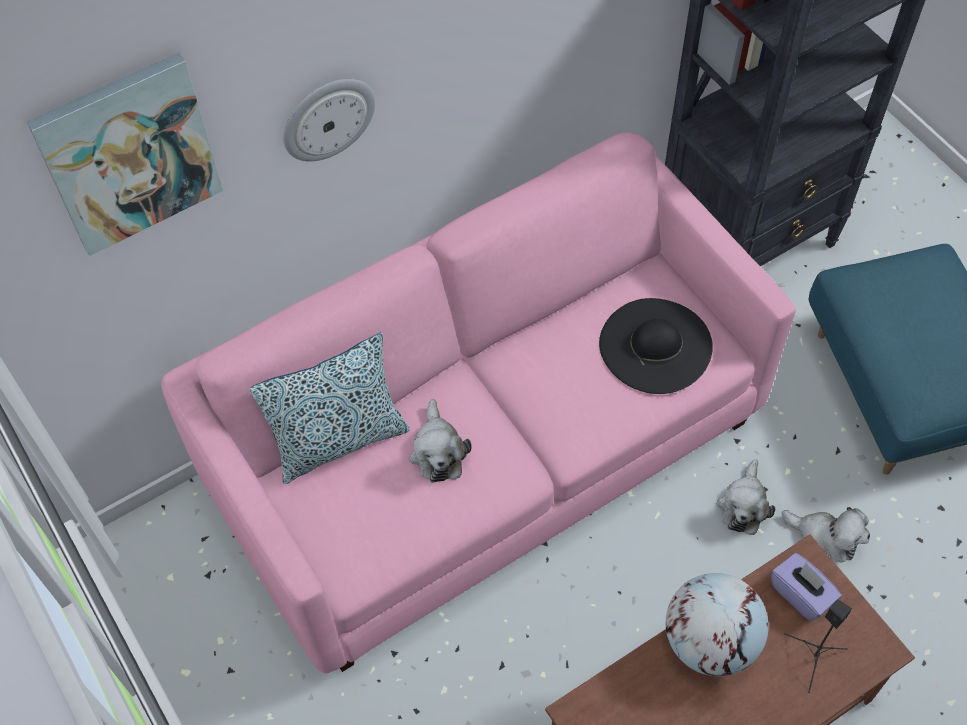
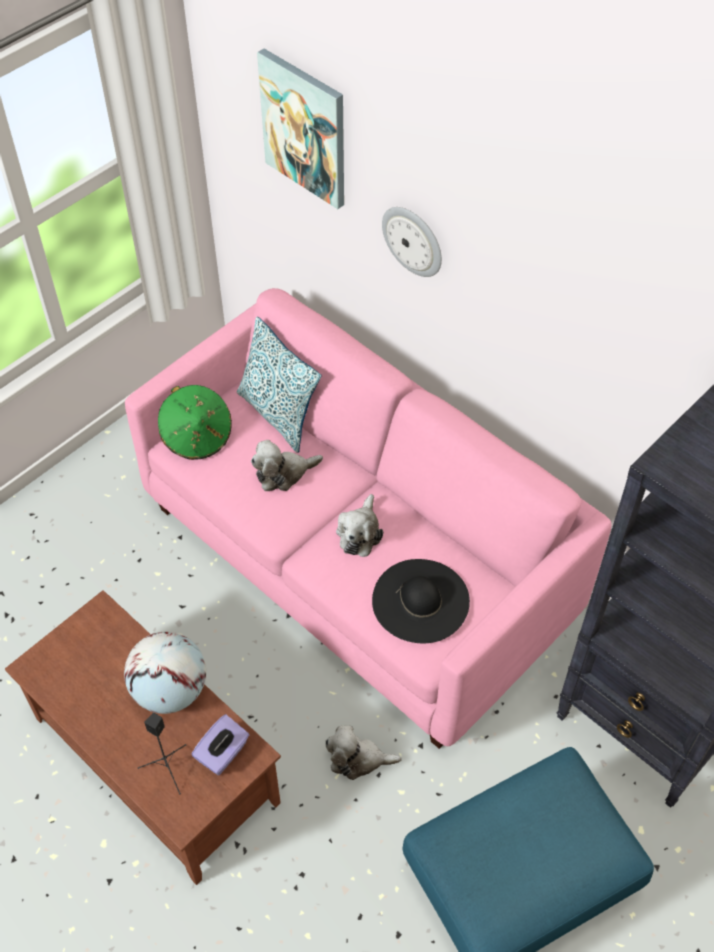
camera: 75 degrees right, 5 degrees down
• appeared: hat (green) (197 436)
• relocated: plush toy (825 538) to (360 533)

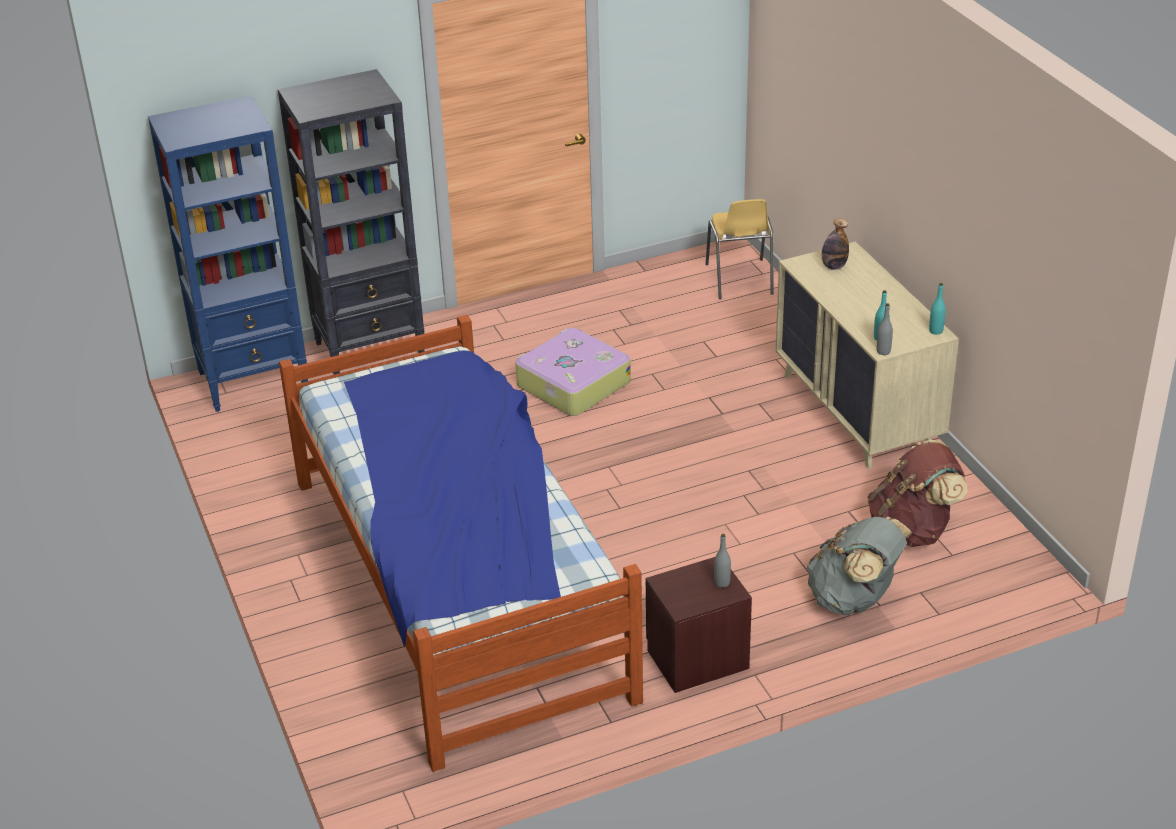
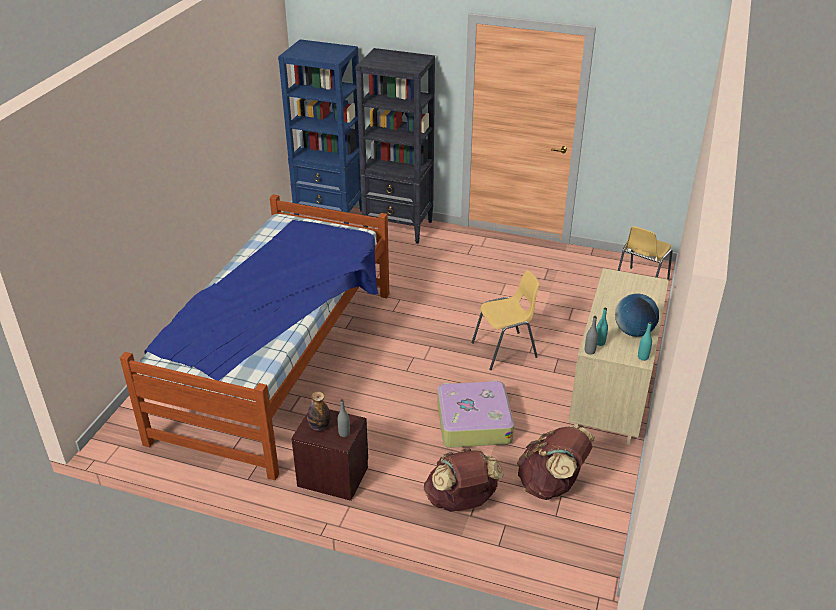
camera: 40 degrees right, 0 degrees up
• appeared: chair (yellow) (505 350)
• appeared: globe (633 332)
• relocated: suitcase (572 384) to (473 422)
• relocated: bottle (833 266) to (319 426)
• colour: backpack (grey) (854 599) to backpack (brown) (461 502)

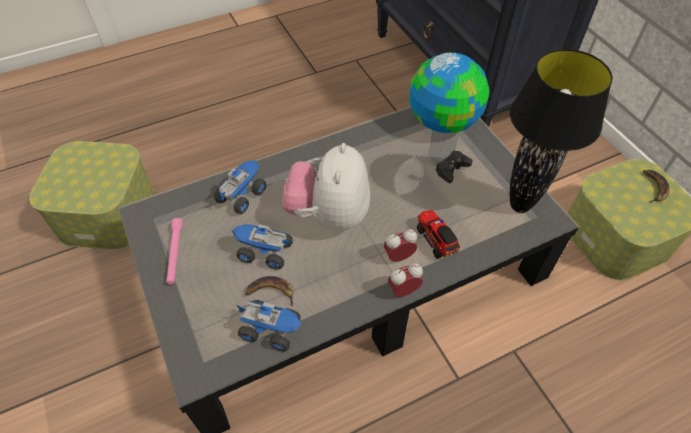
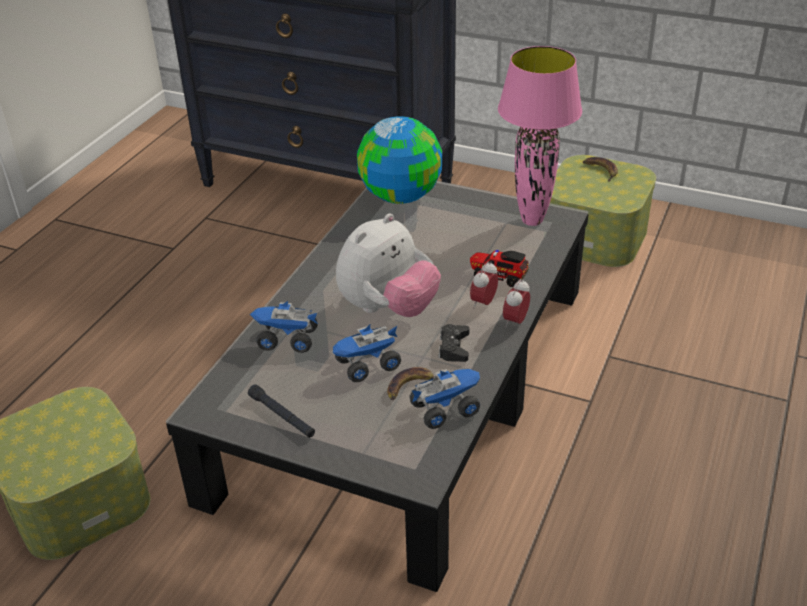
camera: 40 degrees left, 15 degrees down
• relocated: game controller (black) (452 169) to (454 348)
• colour: flashlight (pink) (175 254) to flashlight (black) (282 416)
• colour: table lamp (black) (519 205) to table lamp (pink) (531 220)
• spun: toy truck (241 195) = (287 340) 75 degrees counterclockwise
• spun: plush toy (329 214) = (388 308) 105 degrees counterclockwise

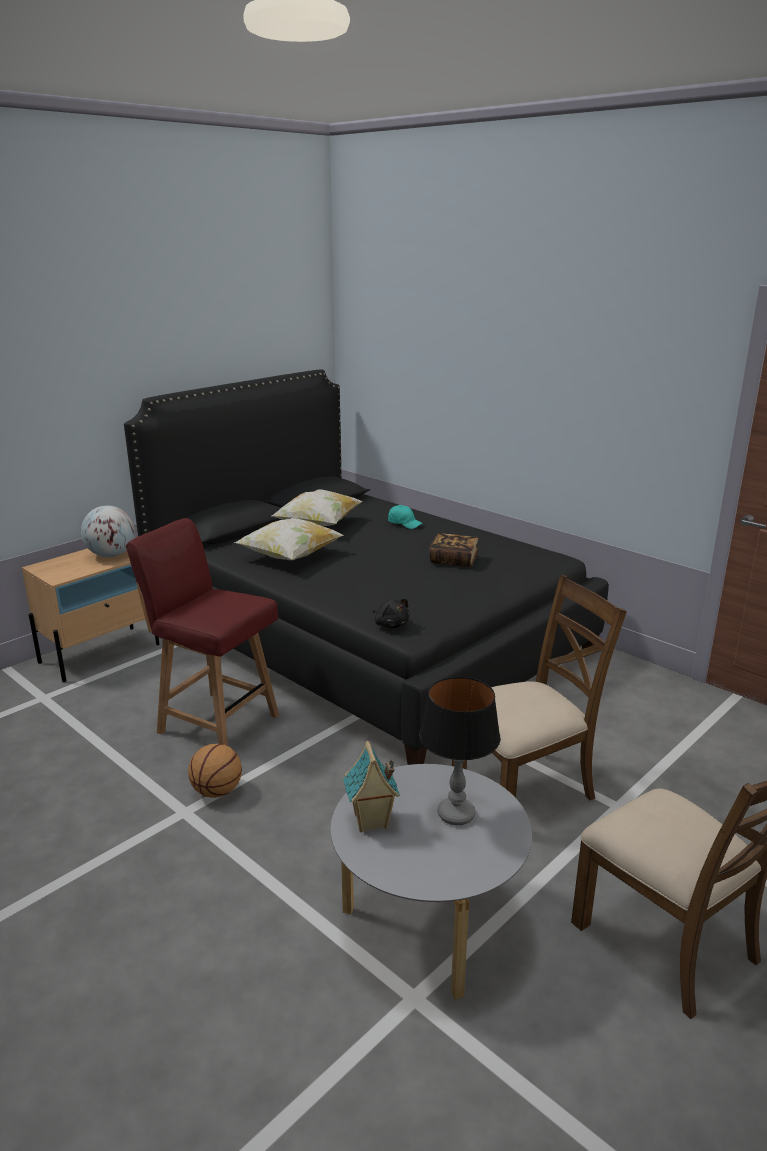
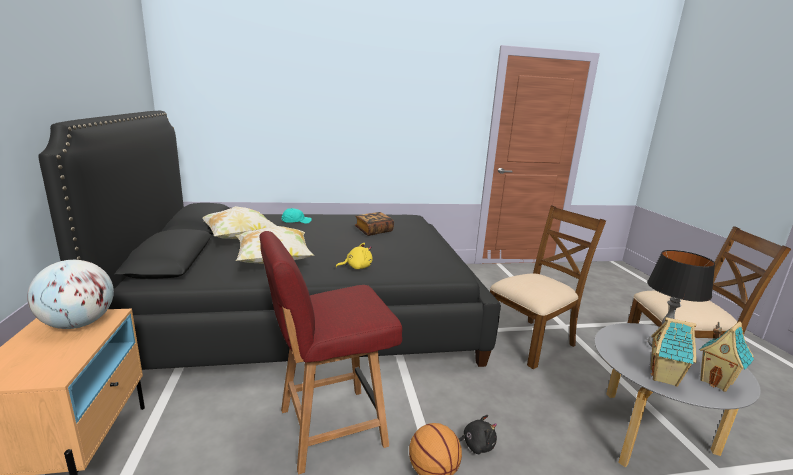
camera: 55 degrees left, 5 degrees down
• appeared: plush toy (yellow) (357 267)
• appeared: toy house (717 382)
• relocated: plush toy (black) (391 625) to (475 445)
• spun: chair (brown) (525 788) = (531 341) 45 degrees clockwise

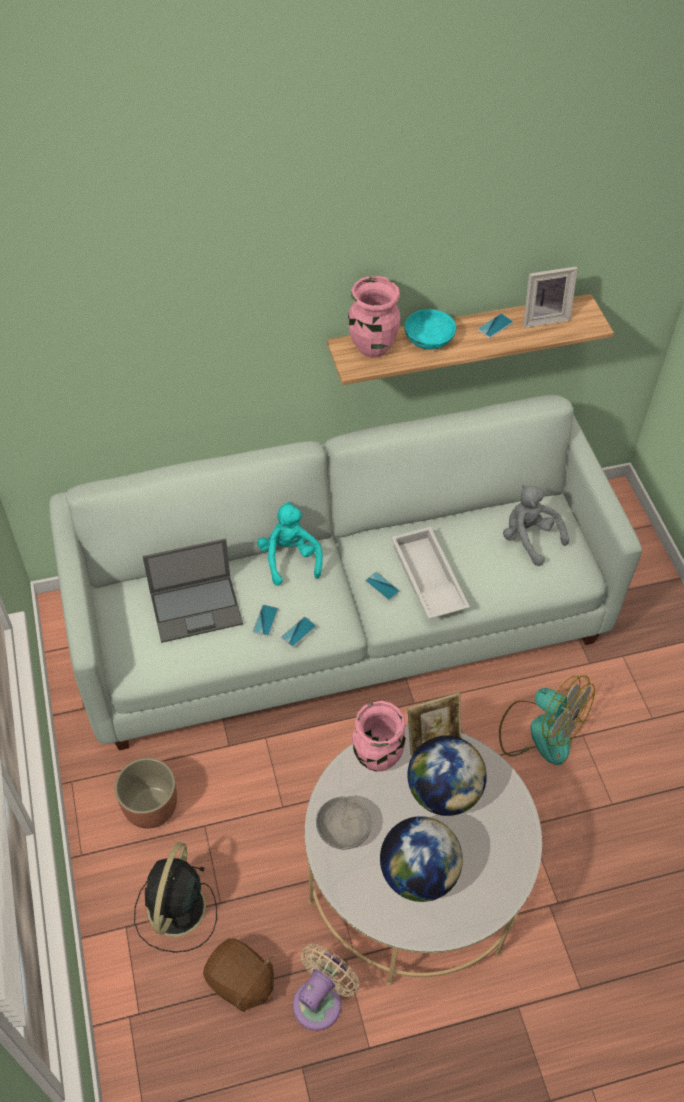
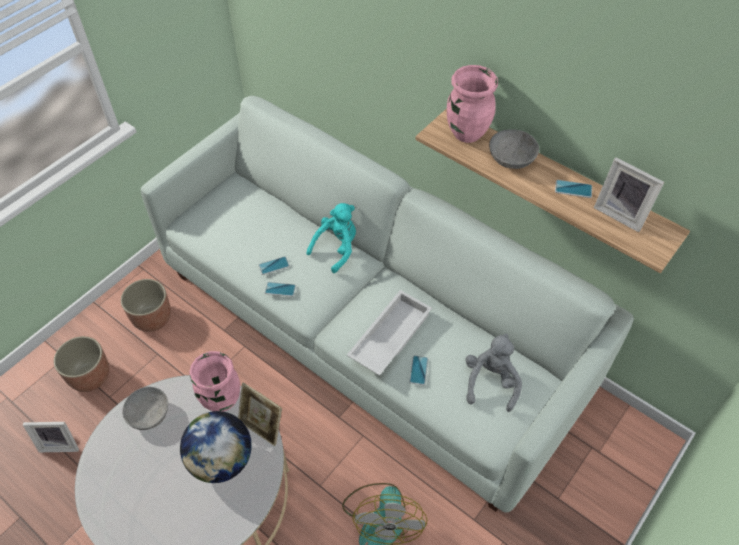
camera: 55 degrees right, 0 degrees up
• missing: laptop (197 608)
• missing: fan (beige) (320 1000)
• missing: globe (418 873)
• relocated: phone (382 586) to (418 370)
• exchanged: fan (black) (175 910) to planter (90 376)
• exchanged: plush toy (brown) (240 982) to picture frame (60 443)
• colour: bowl (turquoise) (428 339) to bowl (grey) (511 158)

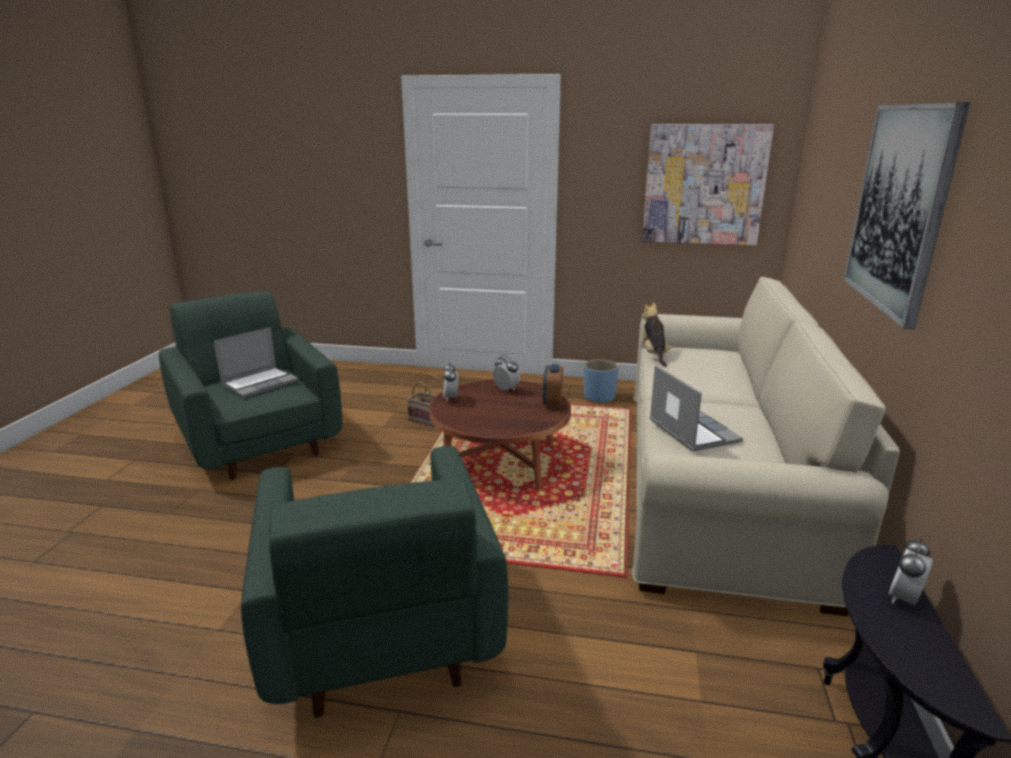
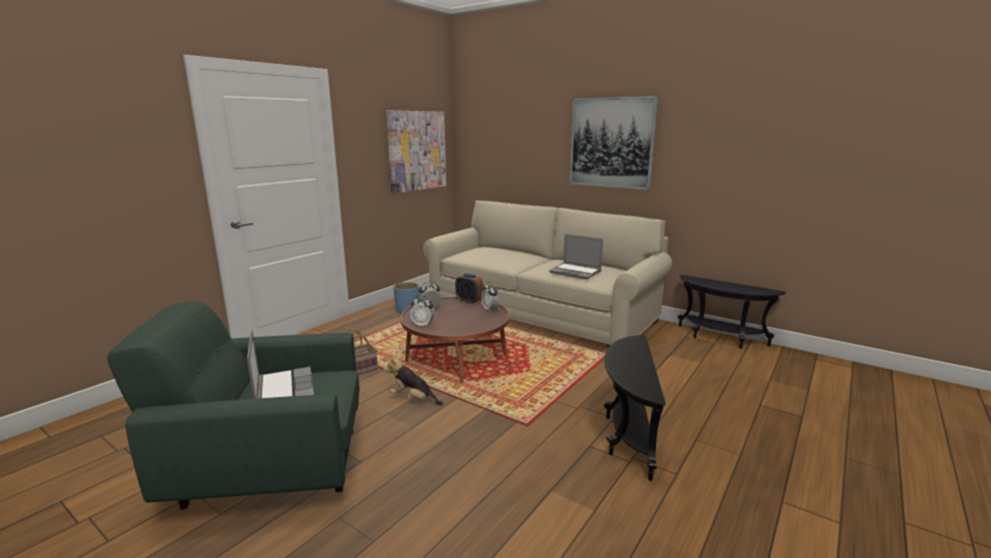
camera: 65 degrees left, 5 degrees down
• relocated: plush toy (654 355) to (413 399)
• relocated: alarm clock (904 599) to (490 309)
• exchanged: armchair (green) (379 634) to side table (black) (627 436)
• spun: laptop (691 431) = (576 272) 150 degrees counterclockwise

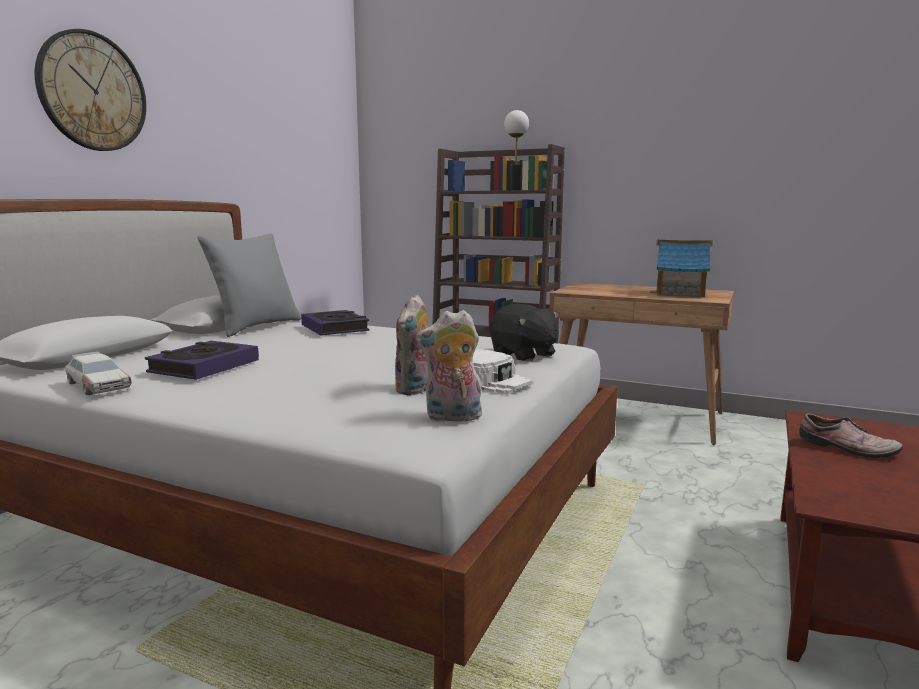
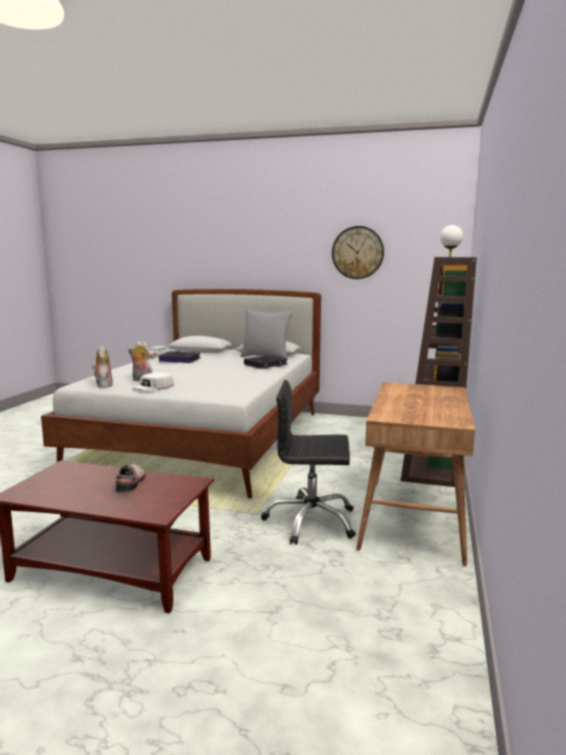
camera: 80 degrees right, 0 degrees up
• missing: plush toy (black) (523 355)
• missing: toy house (680 293)
• appeared: office chair (black) (311 521)
• relocated: wall clock (92 92) to (357 252)
• spun: shoe (847 449) = (131 482) 150 degrees clockwise

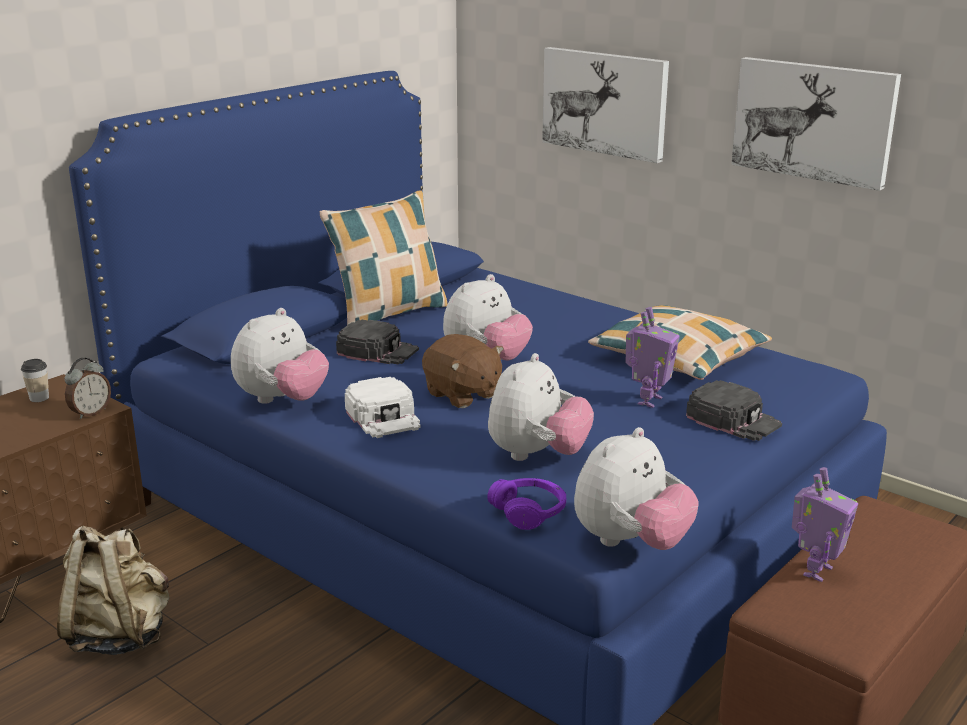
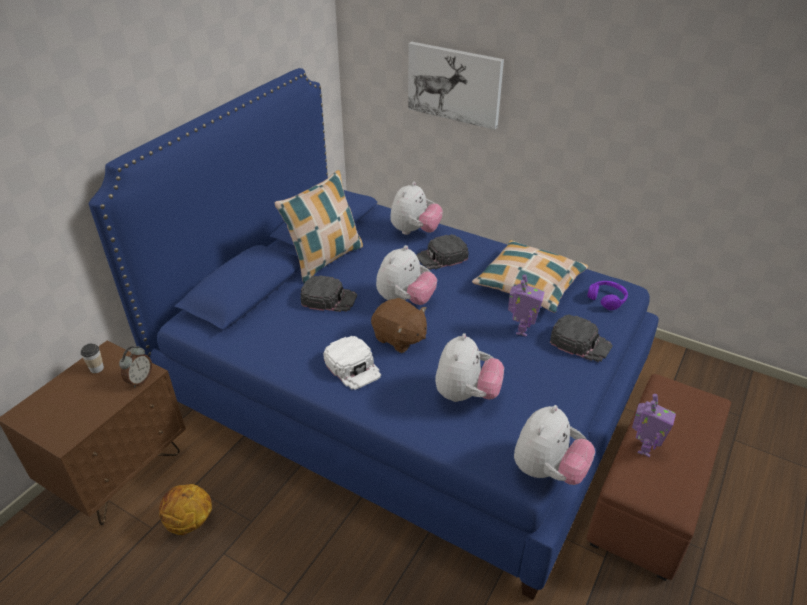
camera: 10 degrees left, 15 degrees up
• missing: picture (813 121)
• appeared: cap (black) (442 257)
• relocated: plush toy (282 400) to (415 231)
• relocated: headphones (purple) (529 512) to (606 299)
• exchanged: backpack (beige) (119 635) to basketball (189 522)

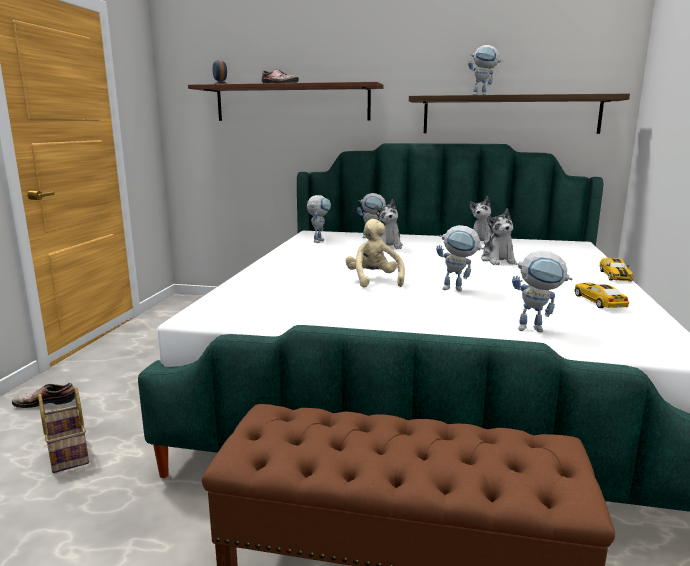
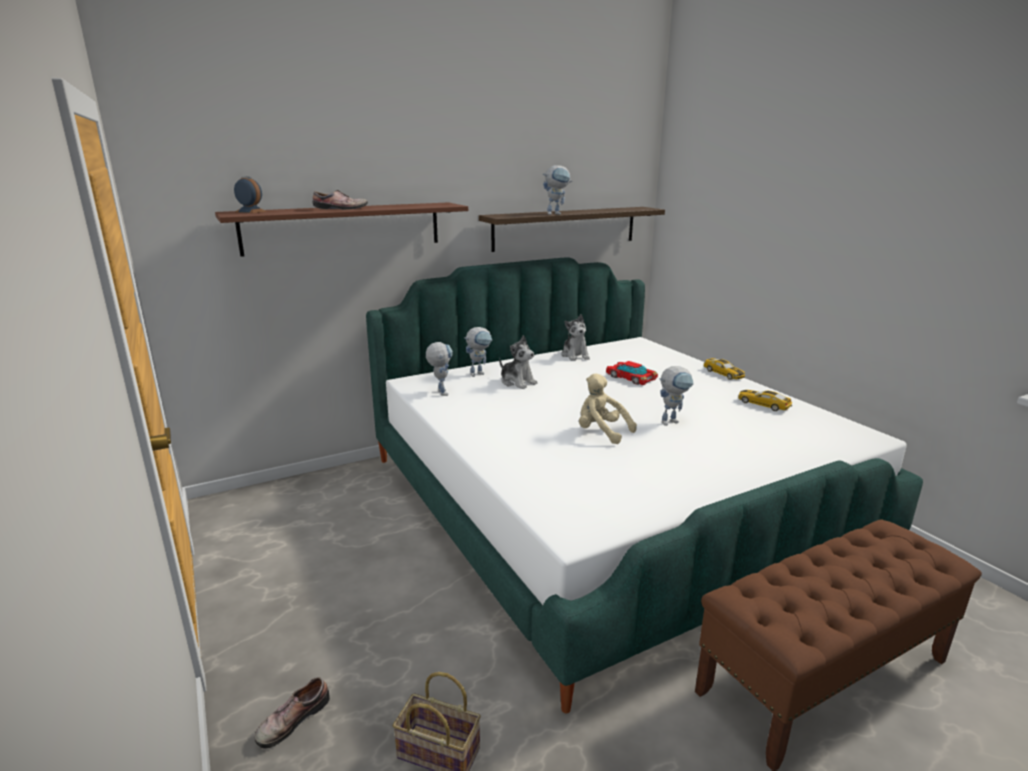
camera: 40 degrees left, 5 degrees up
• missing: toy robot (537 329)
• exchanged: plush toy (498 260) to toy car (631 377)

